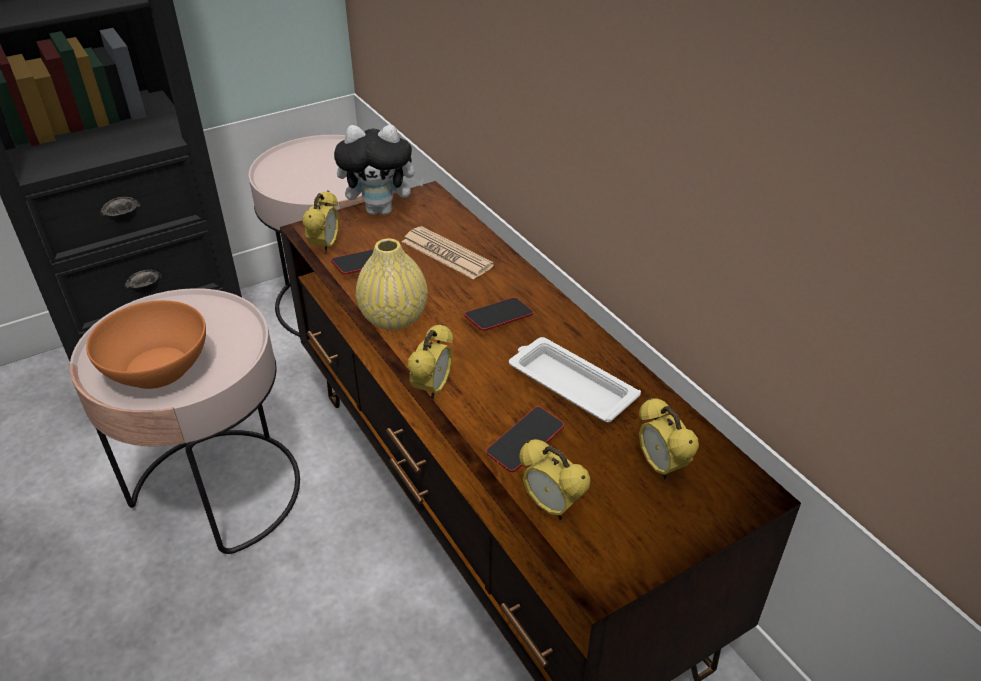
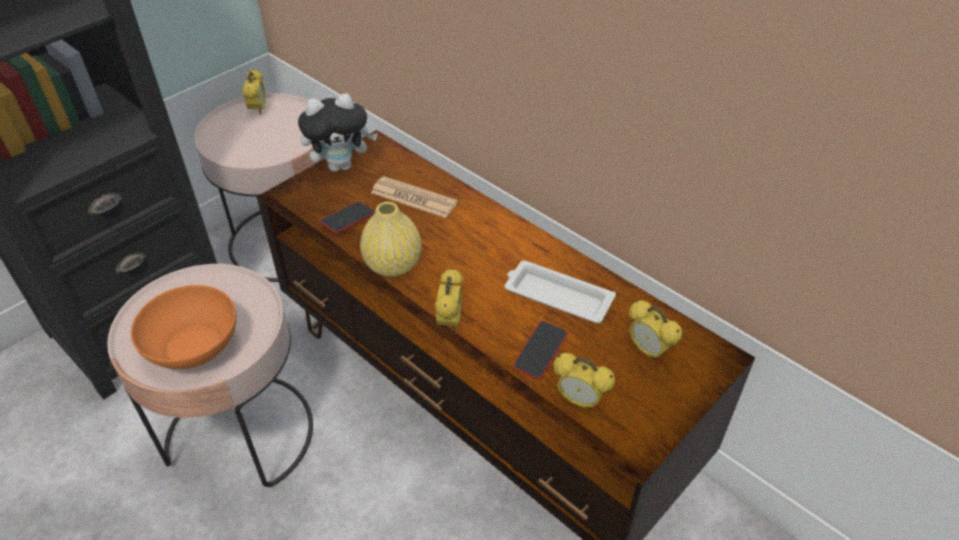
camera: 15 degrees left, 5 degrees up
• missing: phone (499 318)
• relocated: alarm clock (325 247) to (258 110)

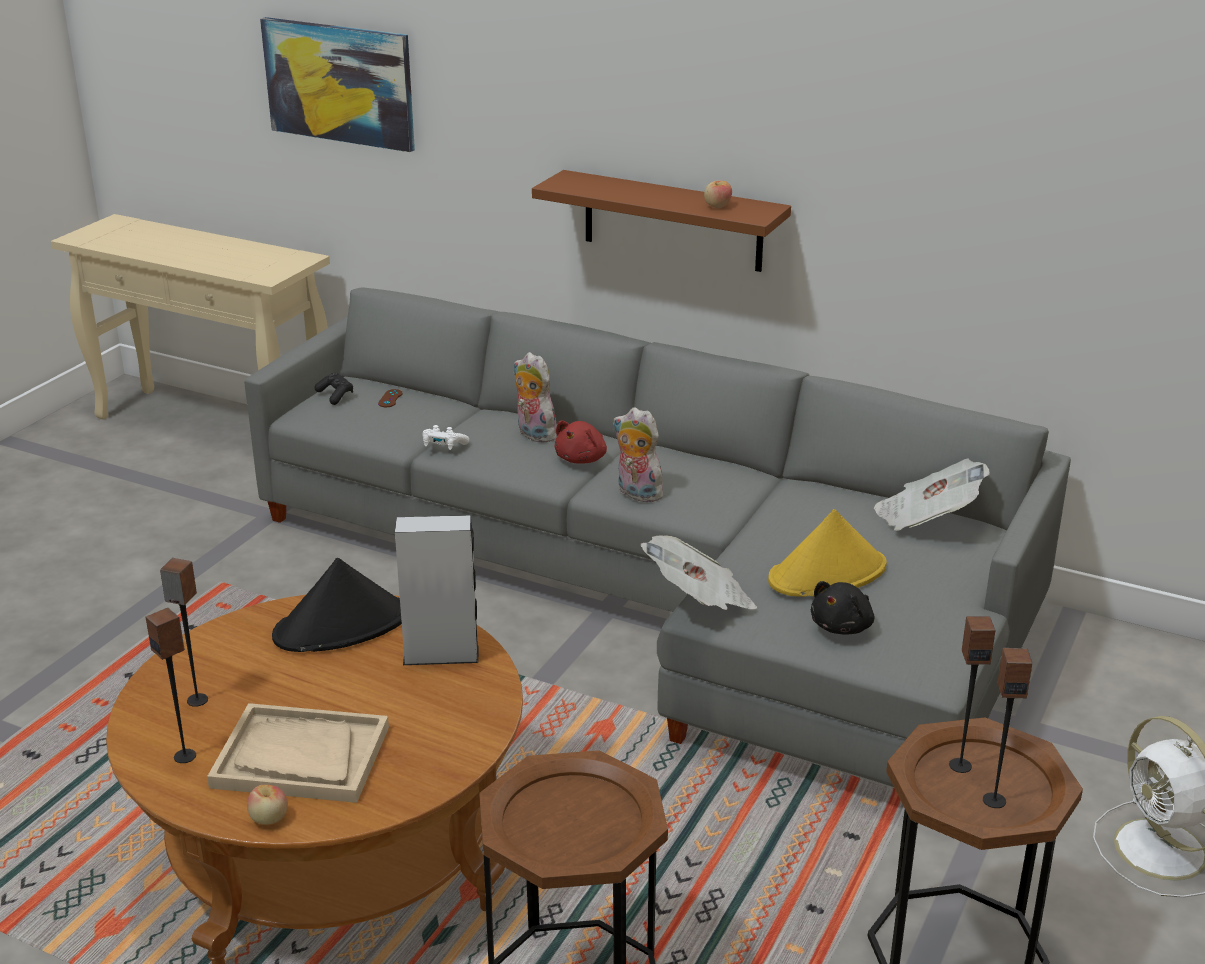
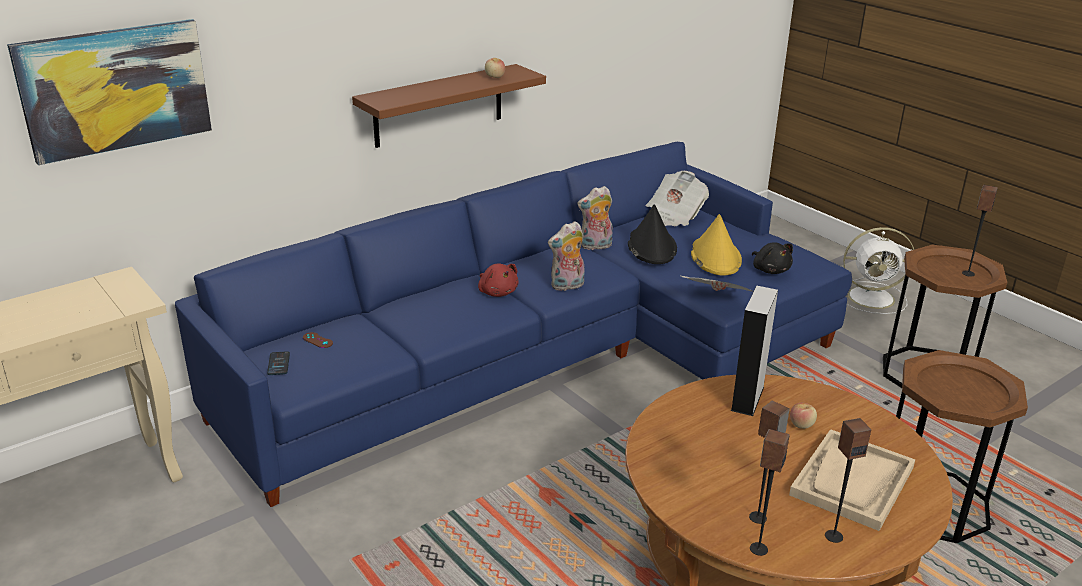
camera: 65 degrees left, 0 degrees up
• missing: game controller (white) (443 446)
• relocated: apple (269 819) to (801 425)
• relocated: hat (black) (342 626) to (651 247)
• relocated: plush toy (533 434) to (595 246)
• relocated: speaker (960 765) to (758 549)
• exchanged: game controller (black) (335 395) to phone (278 364)
• colour: sofa (grey) (664 591) to sofa (blue) (547 356)

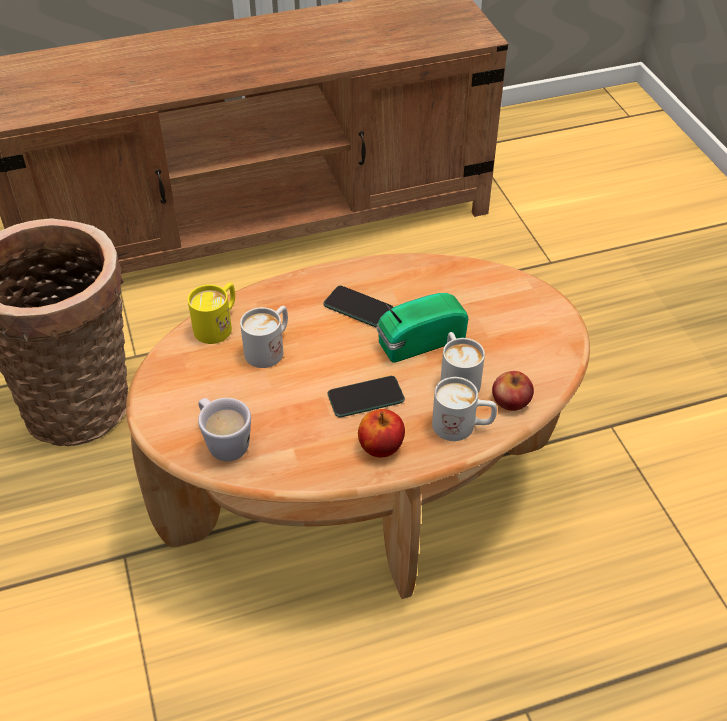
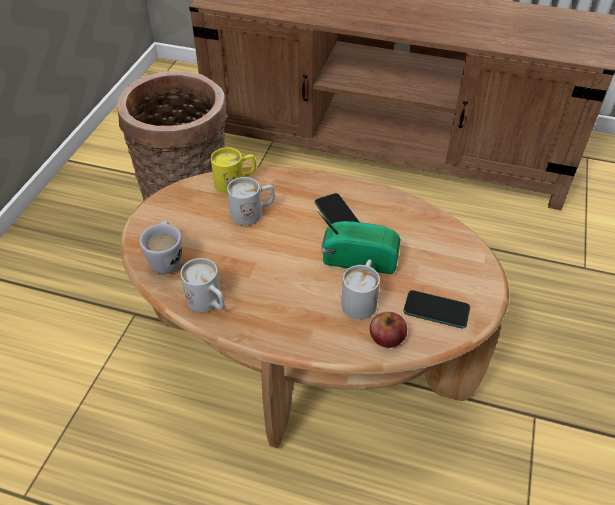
camera: 35 degrees right, 0 degrees up
• missing: apple (380 447)
• relocated: phone (366 397) to (436 310)
• relocated: mug (white) (462 426) to (209 303)

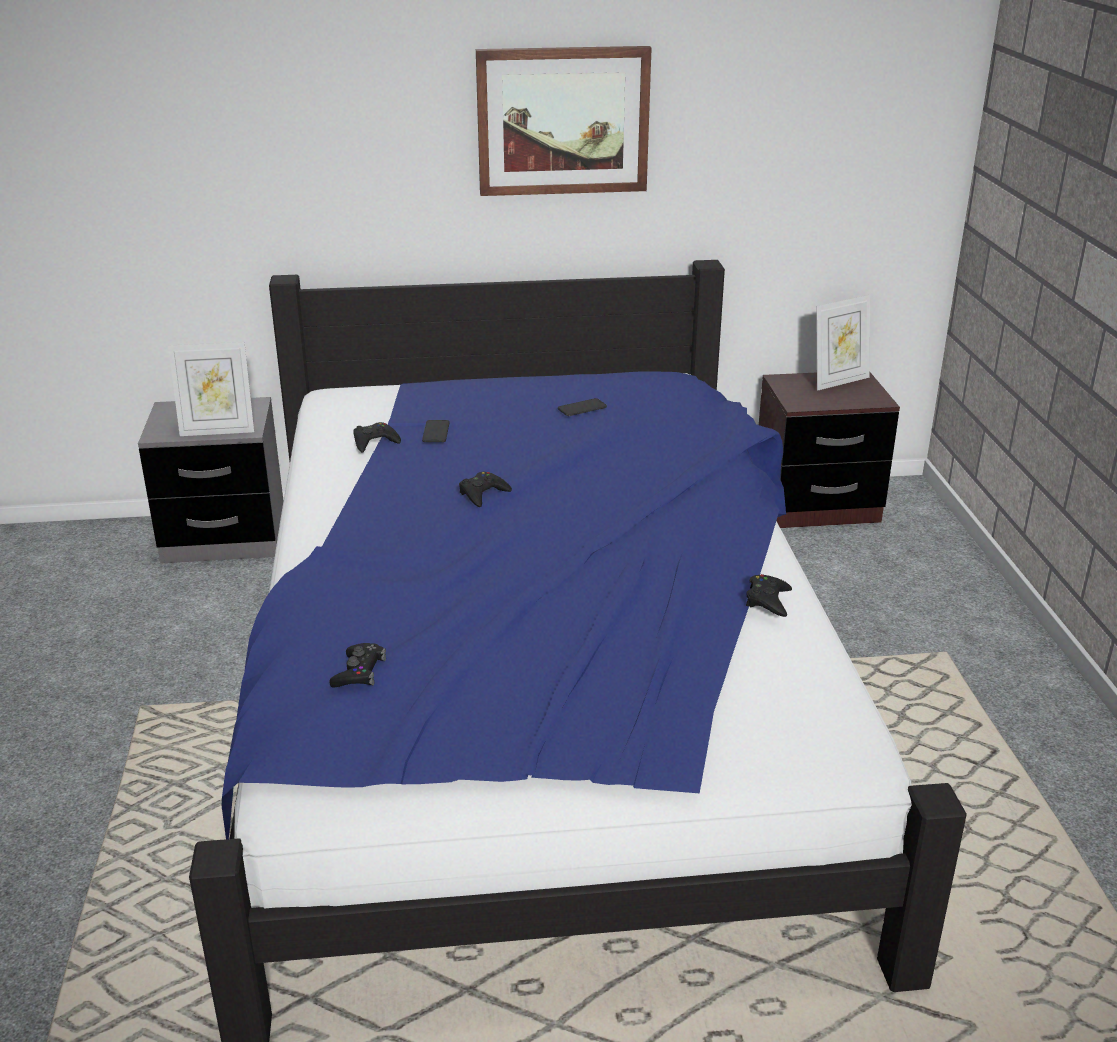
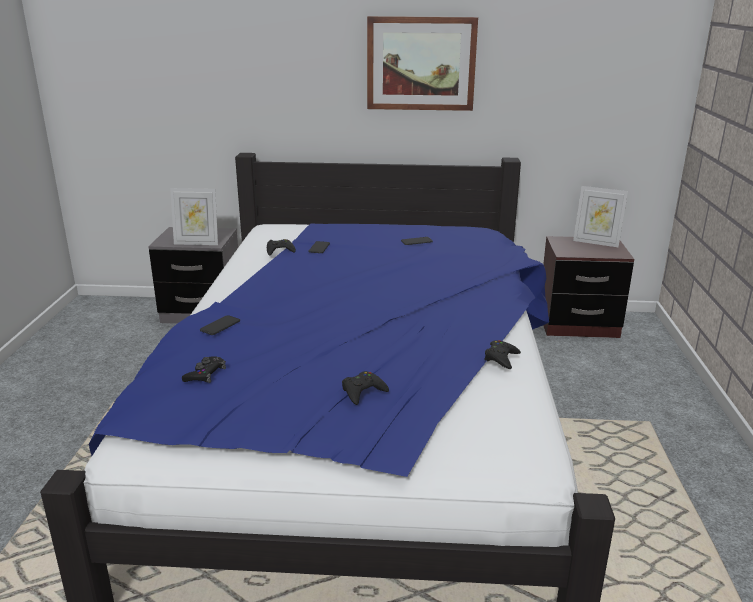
camera: 10 degrees right, 5 degrees down
• appeared: phone (220 325)
• relocated: game controller (black) (483 494) to (363 391)
• spun: picture frame (838 381) = (596 242) 45 degrees clockwise

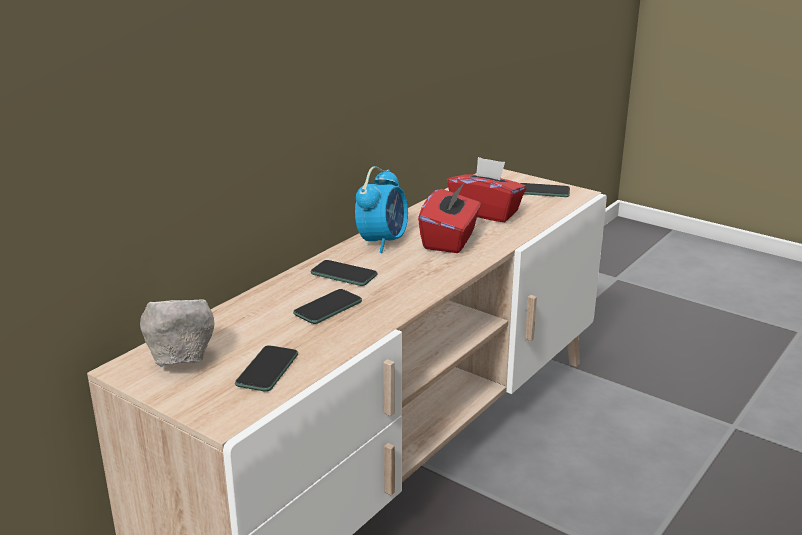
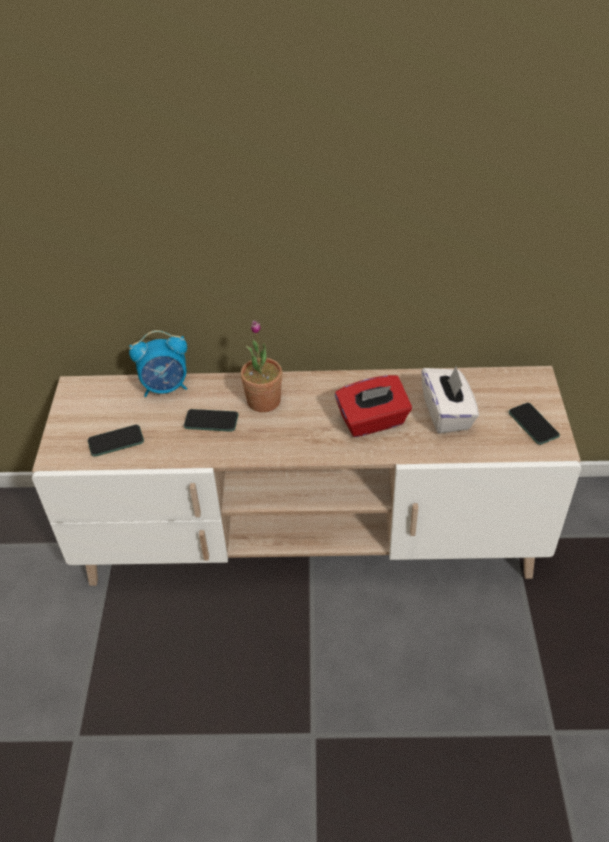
camera: 55 degrees right, 20 degrees up
• missing: bowl (grey) (182 362)
• relocated: alarm clock (383 242) to (166 387)
• exchanged: phone (344 274) to potted plant (263 401)
• colour: tissue box (red) (486 212) to tissue box (white) (447 413)

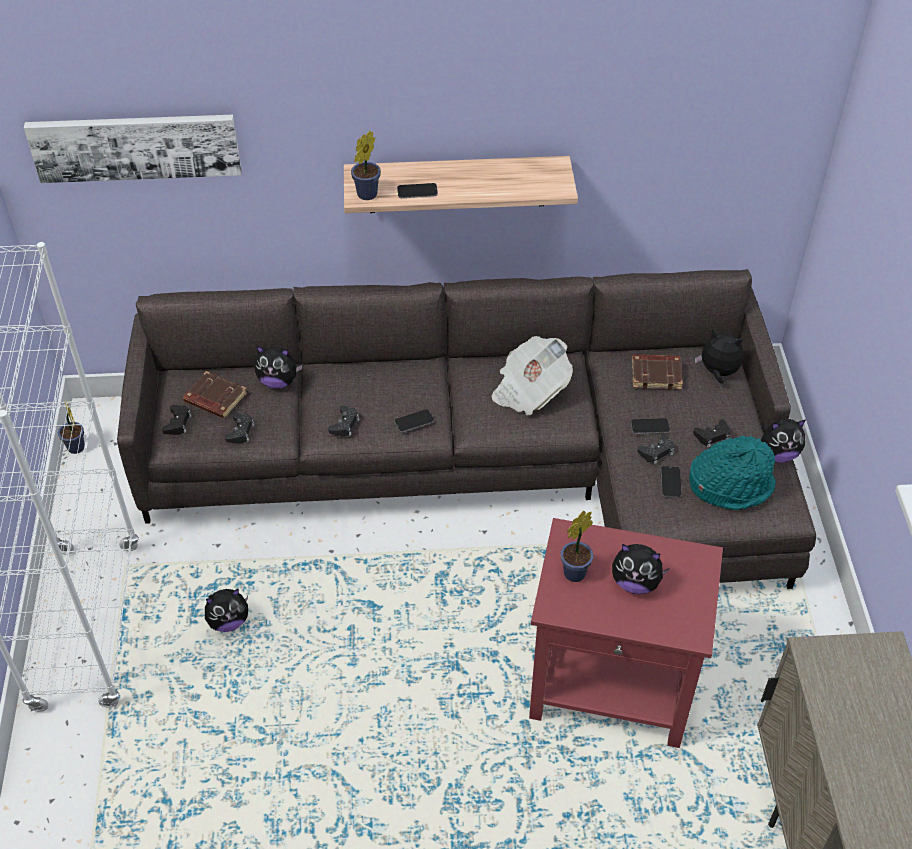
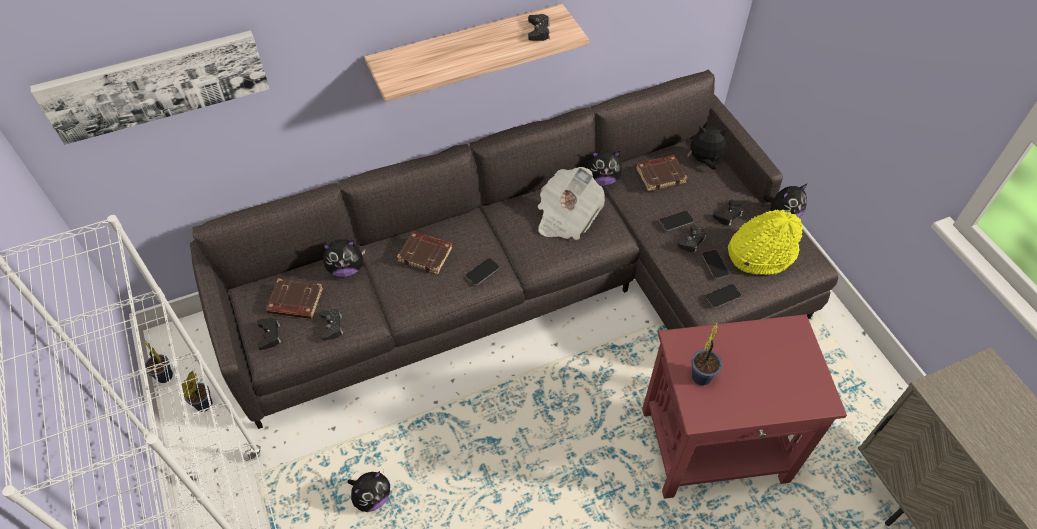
camera: 20 degrees left, 5 degrees up
• appeared: book (brown) (426 254)
• relocated: game controller (black) (344 424) to (538 31)
• relocated: potted plant (365 195) to (203 406)
• relocated: phone (417 191) to (723 296)
• relocated: plush toy (635 582) to (602 180)
• colour: hat (turquoise) (730 484) to hat (yellow) (761 252)

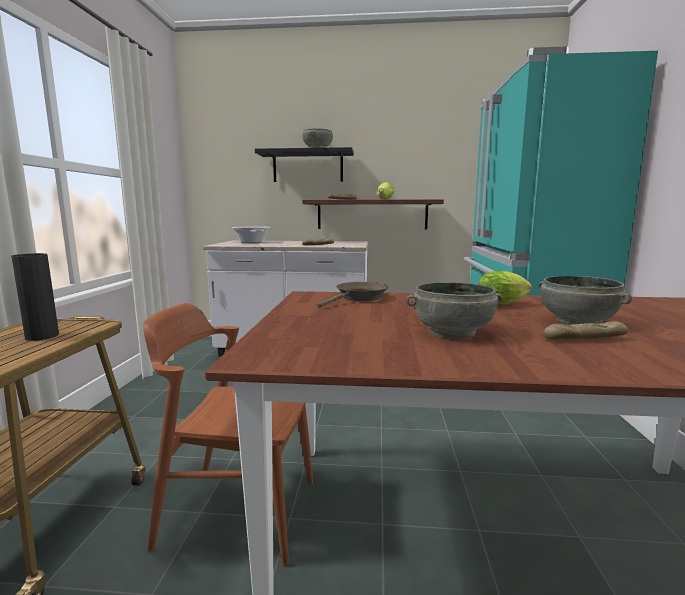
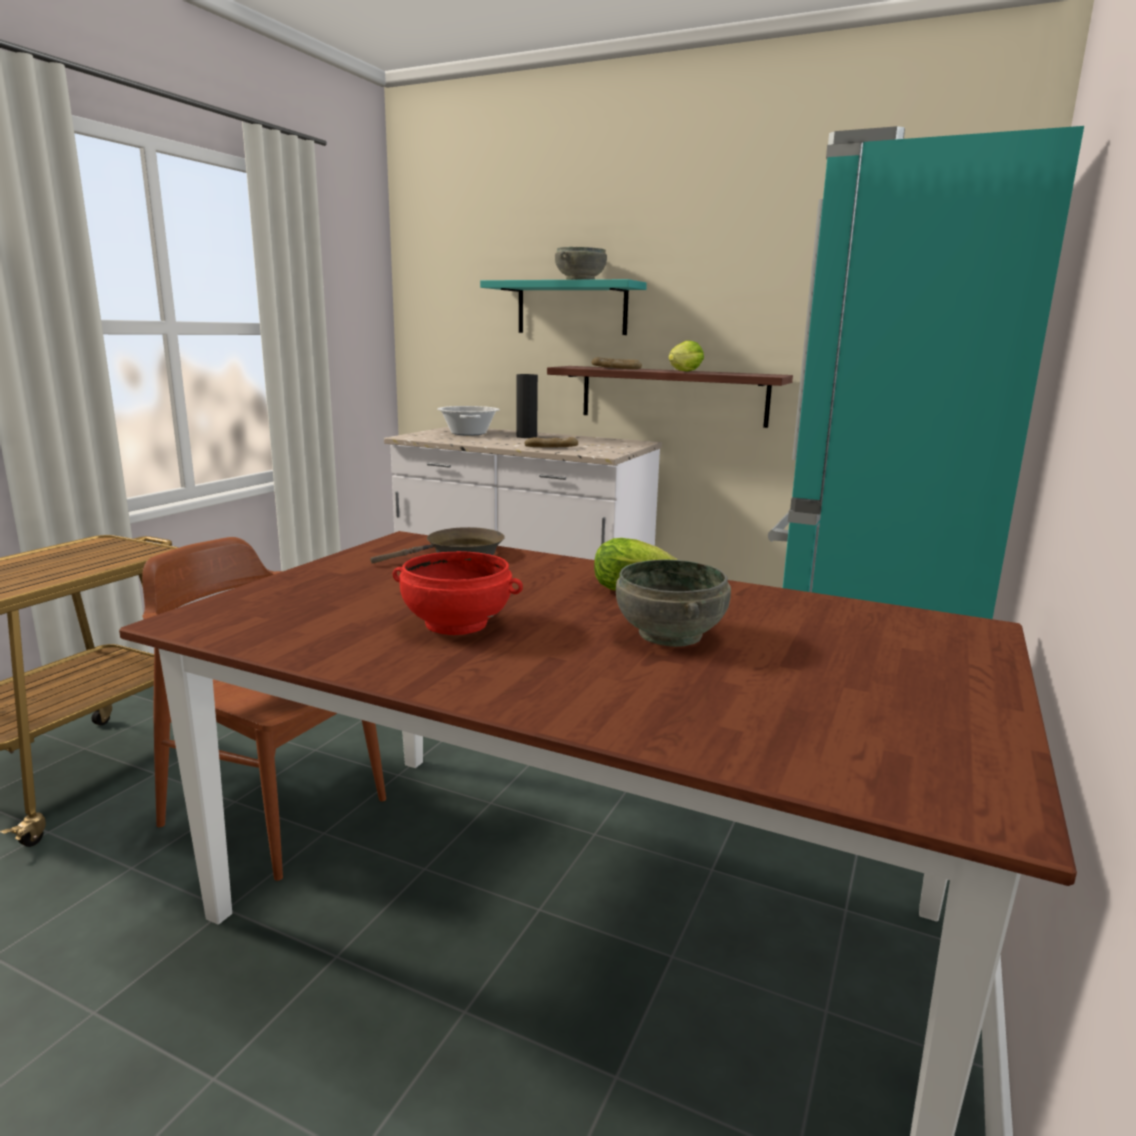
camera: 20 degrees right, 5 degrees up
• missing: bread (584 338)
• relocated: vase (black) (42 336) to (526 436)
• colour: shelf (black) (308 167) to shelf (turquoise) (572 308)
• colour: bowl (grey) (452 332) to bowl (red) (456 624)

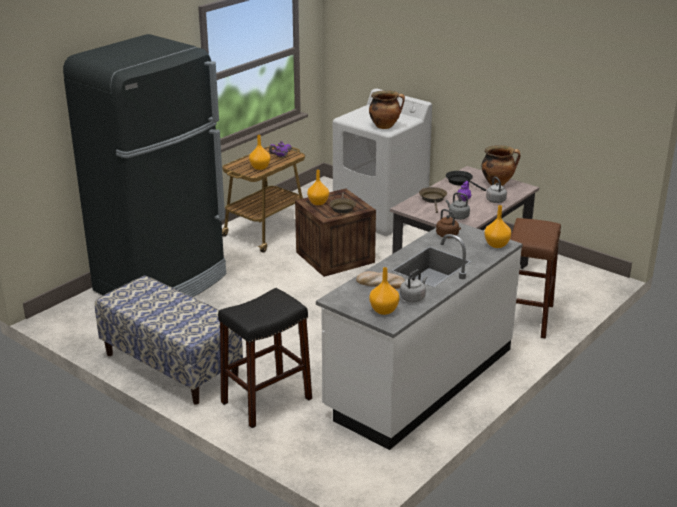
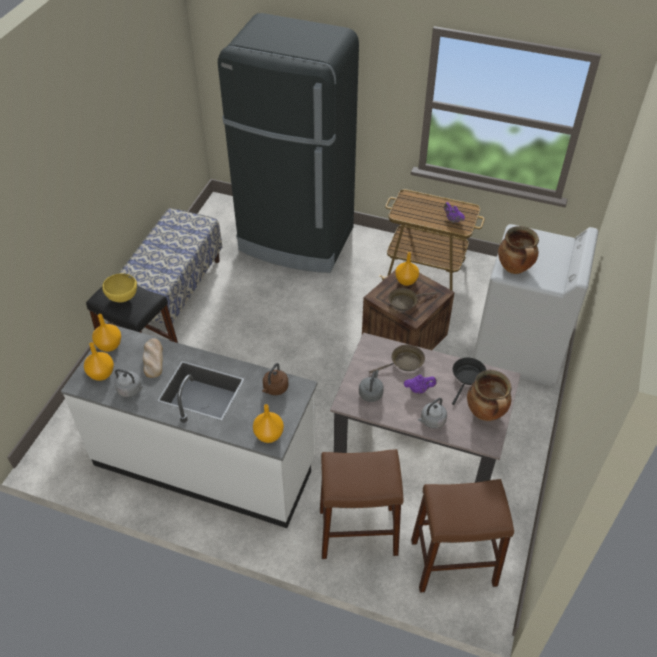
camera: 70 degrees right, 20 degrees up
• appeared: bowl (yellow) (123 298)
• appeared: stool (brown) (453 562)
• relocated: vase (orange) (260 167) to (109 346)

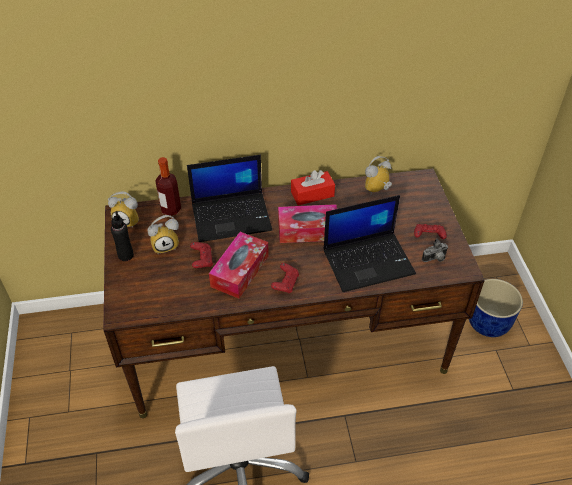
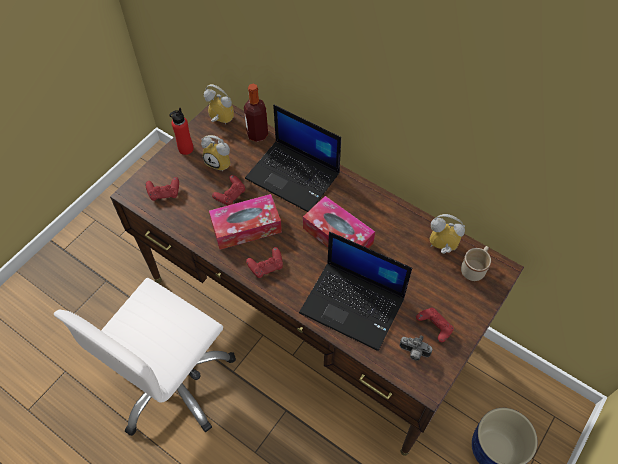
camera: 45 degrees right, 10 degrees up
• missing: tissue box (red) (312 194)
• appeared: game controller (red) (164 193)
• appeared: mug (beige) (474 268)
• colour: bottle (black) (125 255) to bottle (red) (185 149)
• spun: alarm clock (128 220) = (219 121) 150 degrees clockwise

